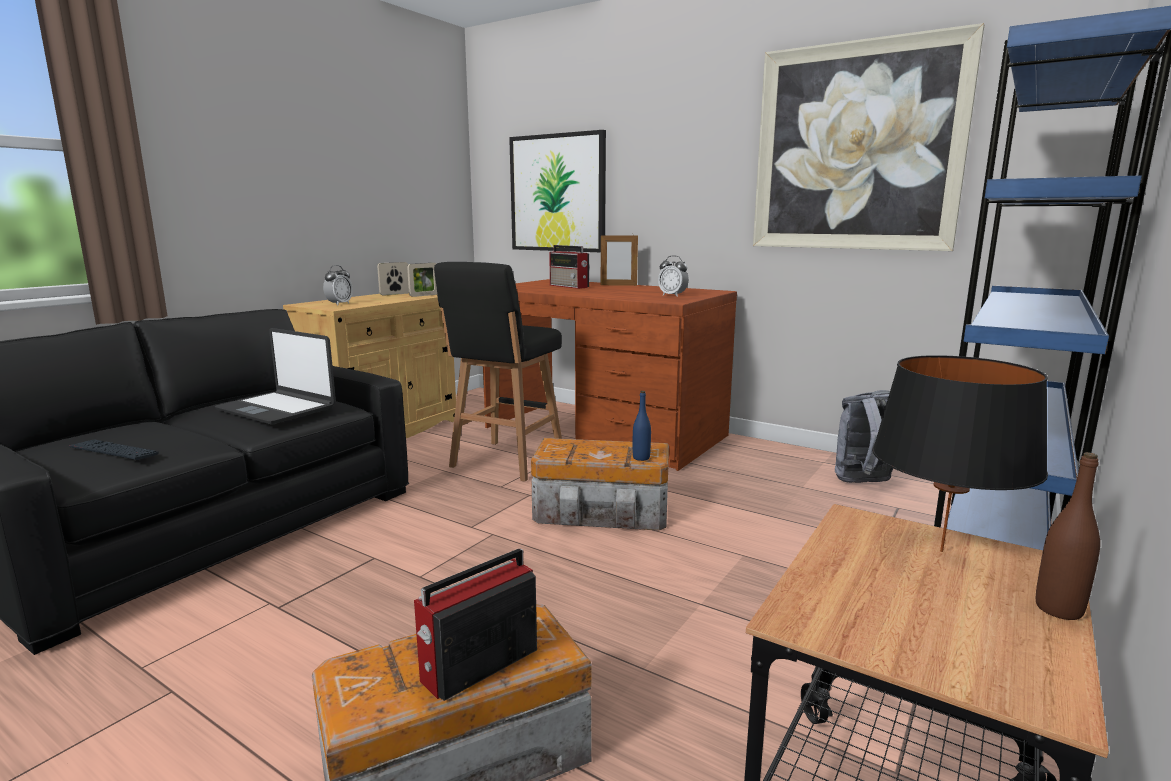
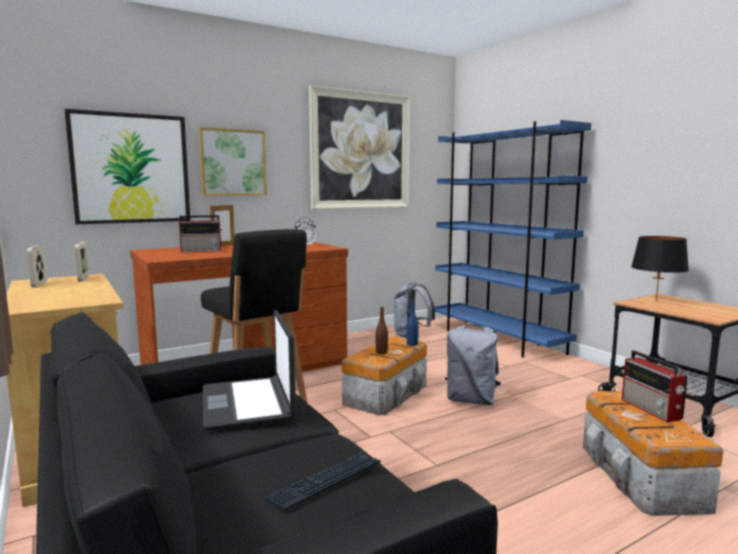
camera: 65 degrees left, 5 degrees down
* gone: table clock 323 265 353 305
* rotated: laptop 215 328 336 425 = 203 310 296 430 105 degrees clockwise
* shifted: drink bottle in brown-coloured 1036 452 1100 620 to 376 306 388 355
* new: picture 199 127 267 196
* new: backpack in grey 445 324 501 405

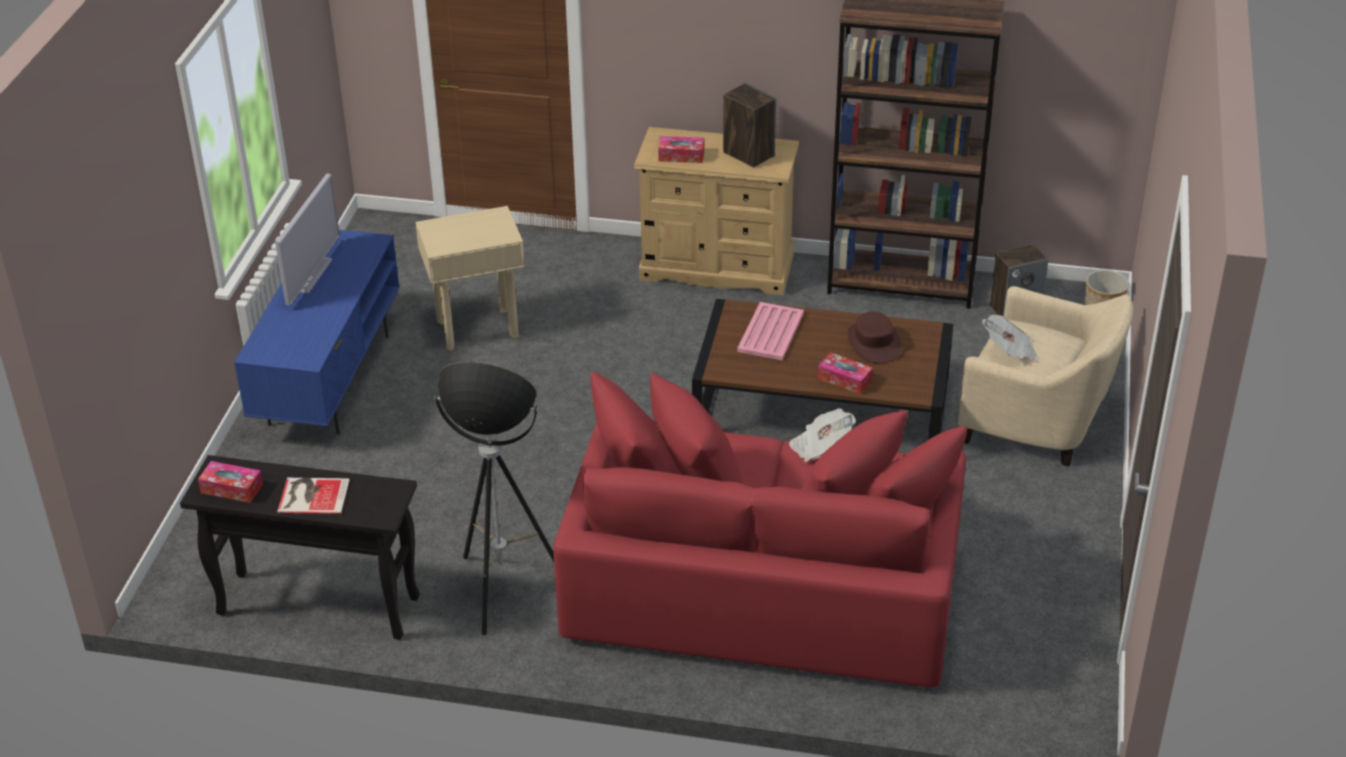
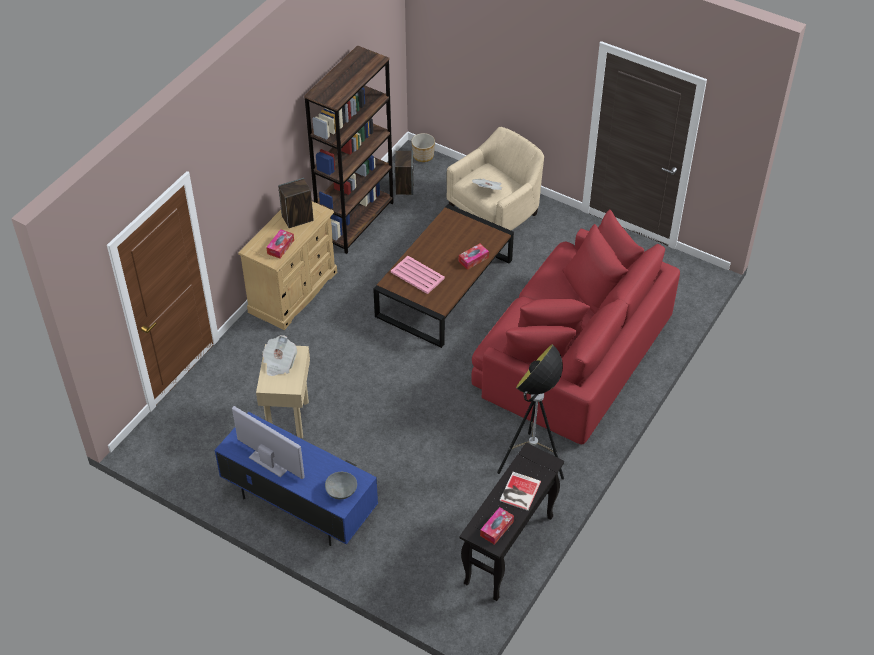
camera: 70 degrees left, 10 degrees up
* gone: clothing hat in brown-coloured 848 311 901 364
* shifted: daily paper 789 409 856 462 to 262 335 297 376
* new: deep dish in grey 325 472 357 499

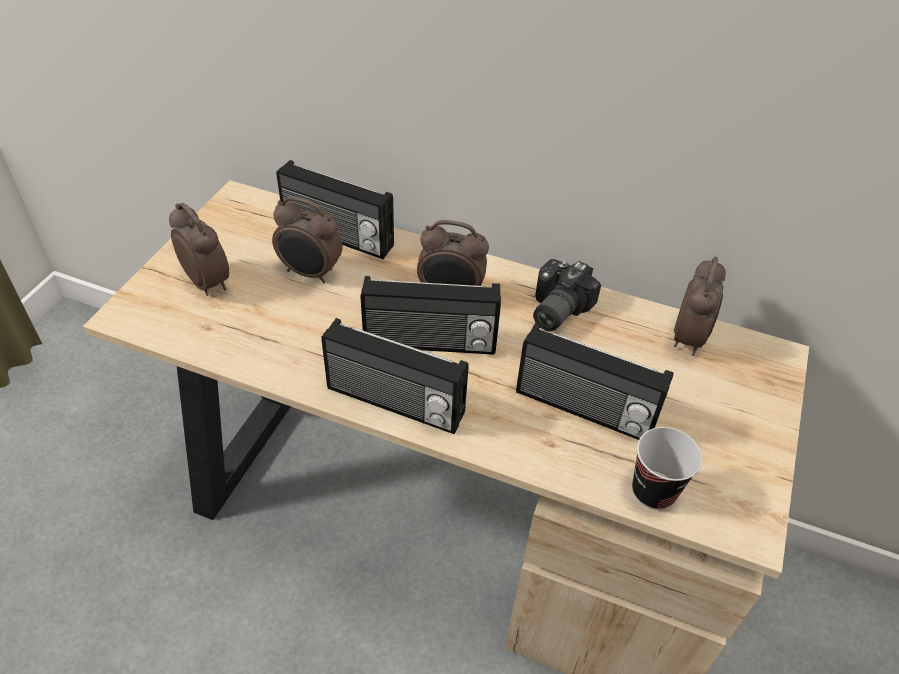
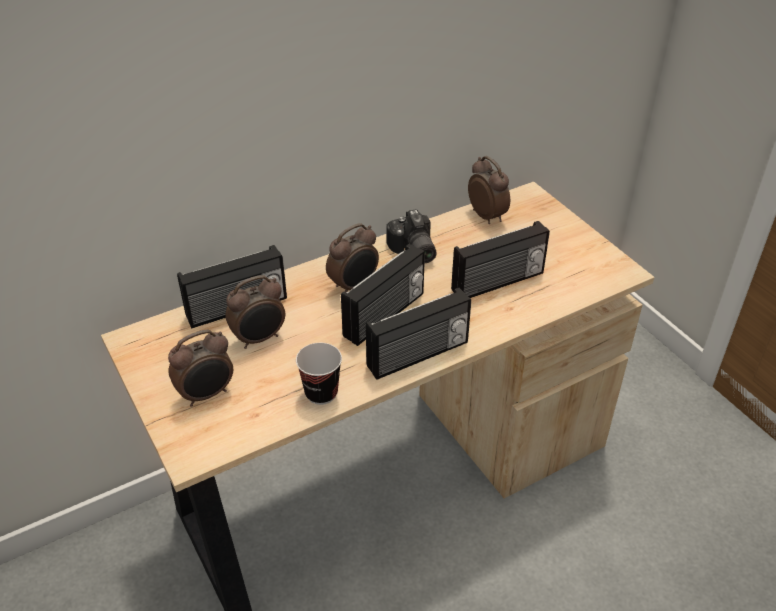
camera: 50 degrees left, 5 degrees down
* rotated: table clock 169 203 229 296 = 168 329 233 407 150 degrees clockwise
* shifted: drinking cup 632 427 702 510 to 296 343 342 405

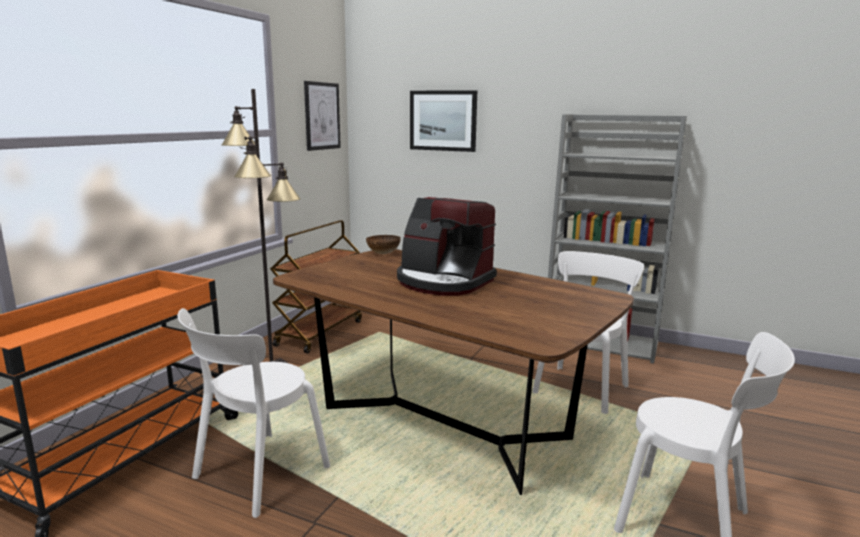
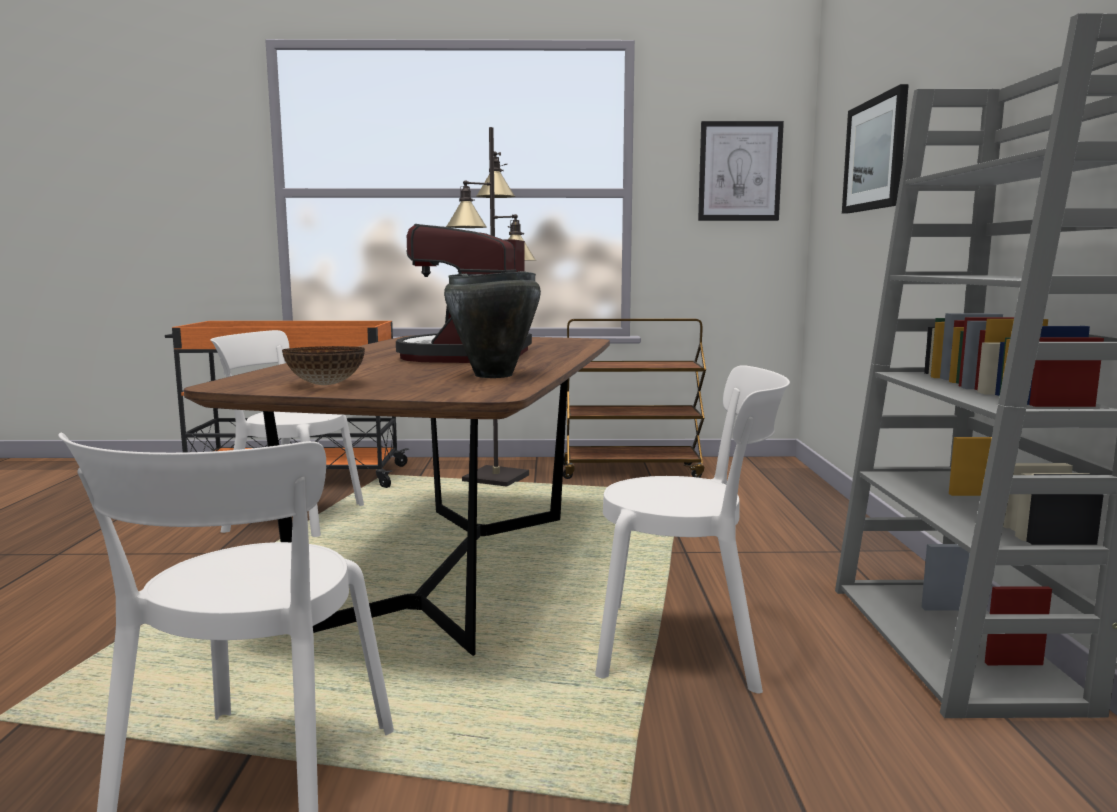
camera: 65 degrees right, 5 degrees down
* shifted: deep dish 366 235 401 254 to 282 346 365 385
* new: cooking pot in black-coloured 444 271 541 378

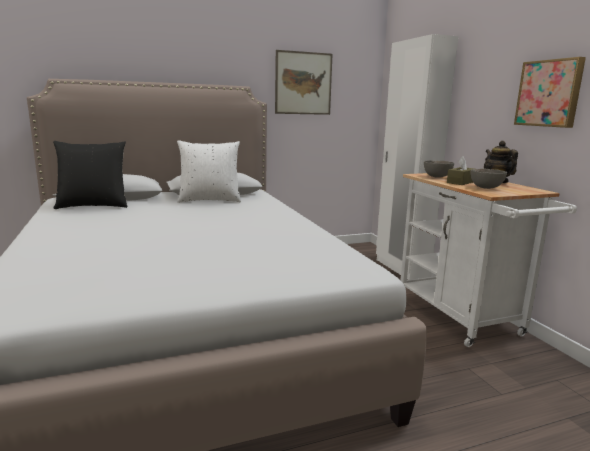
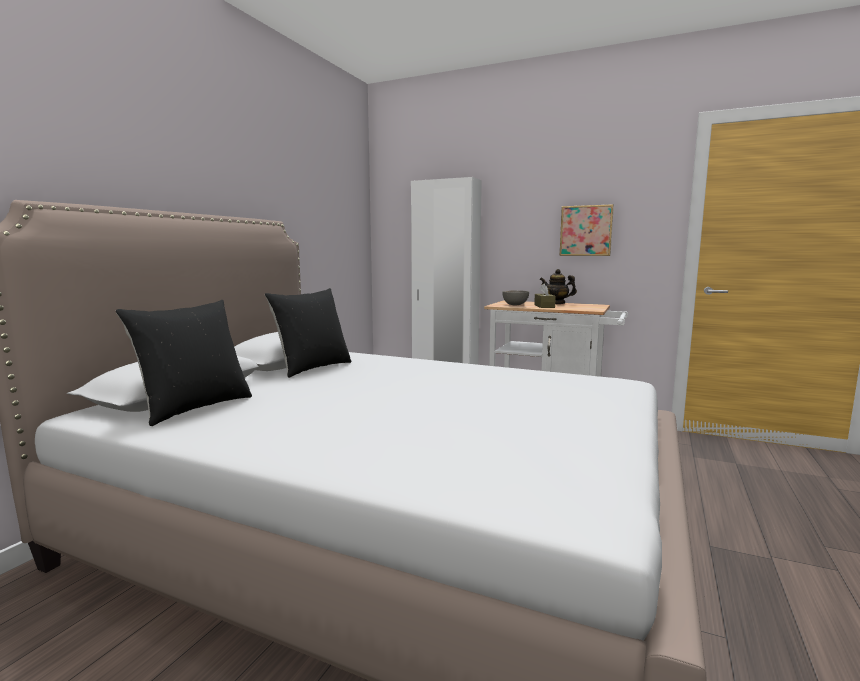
camera: 45 degrees left, 5 degrees down
* gone: picture 275 50 333 115
* repainted: cushion in whitish 177 140 241 203 to cushion in black-coloured 265 288 351 378
* gone: deep dish in grey 470 169 507 189

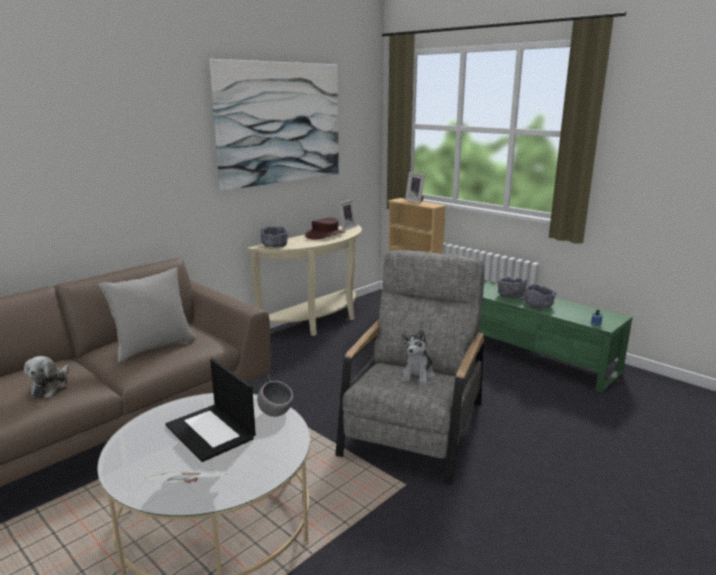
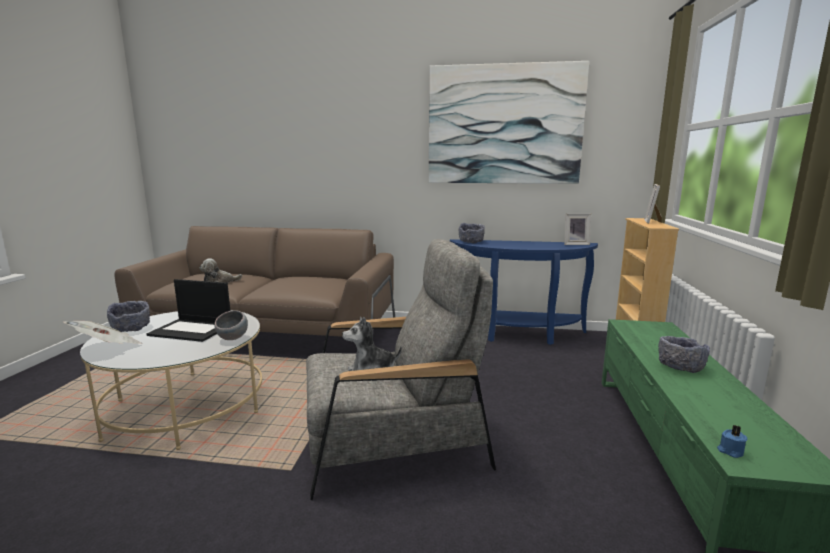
camera: 55 degrees right, 5 degrees down
* gone: clothing hat in brown-coloured 305 218 345 240
* repainted: narrow table in sand-coloured 247 225 362 336 to narrow table in blue 450 239 598 345
* gone: cushion in grey 99 268 196 363
* shifted: deep dish in grey 523 284 556 309 to 107 301 150 332
* rotated: laptop 165 358 256 462 = 146 279 230 342 90 degrees counterclockwise

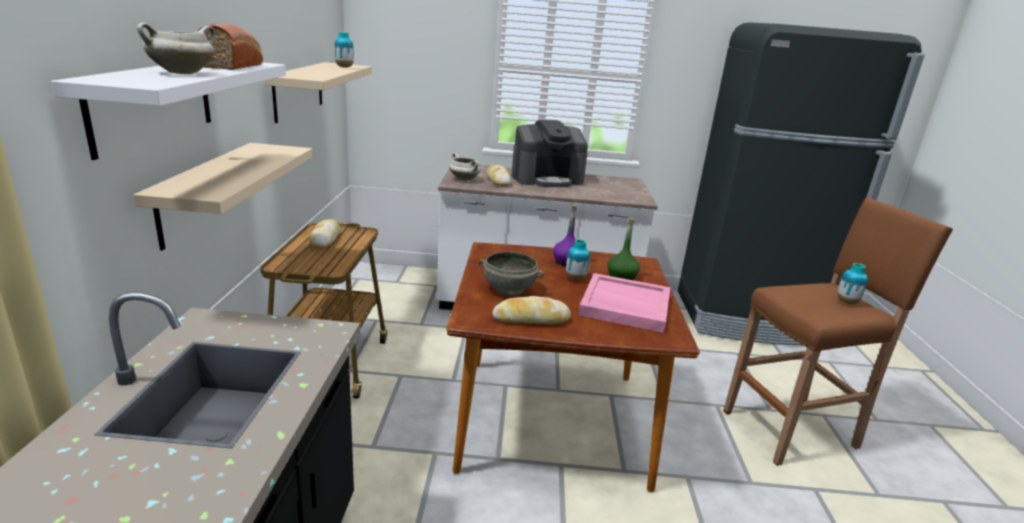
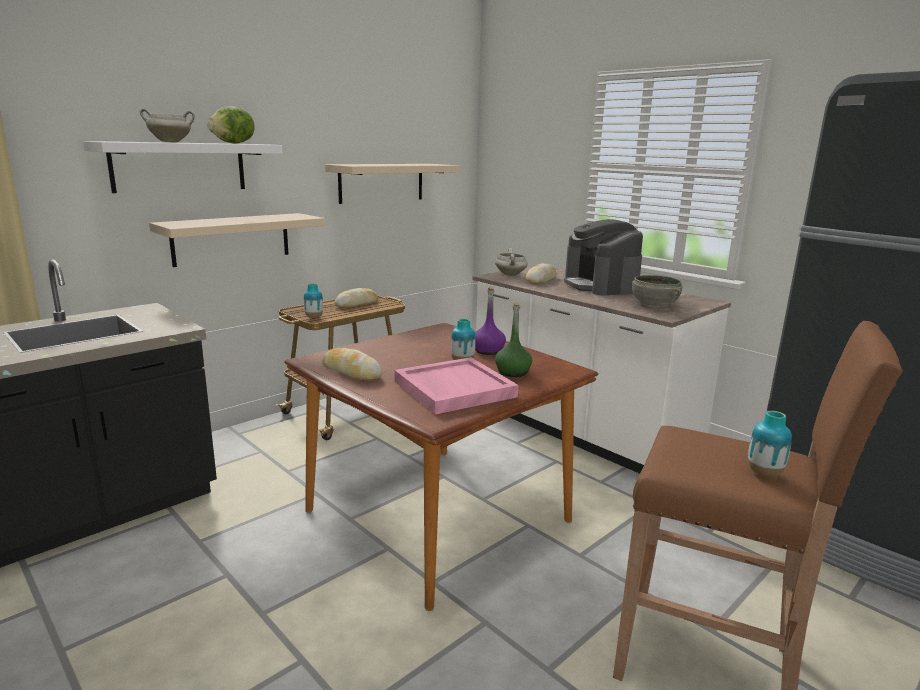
camera: 45 degrees right, 5 degrees down
* swapped: baked bread 198 23 263 70 to lettuce 207 106 255 144
* shifted: vase 334 32 354 68 to 304 284 323 318
* rotated: coffee maker 512 119 588 187 = 564 219 643 296 45 degrees clockwise
* shifted: deep dish in grey 479 252 544 296 to 632 275 682 309

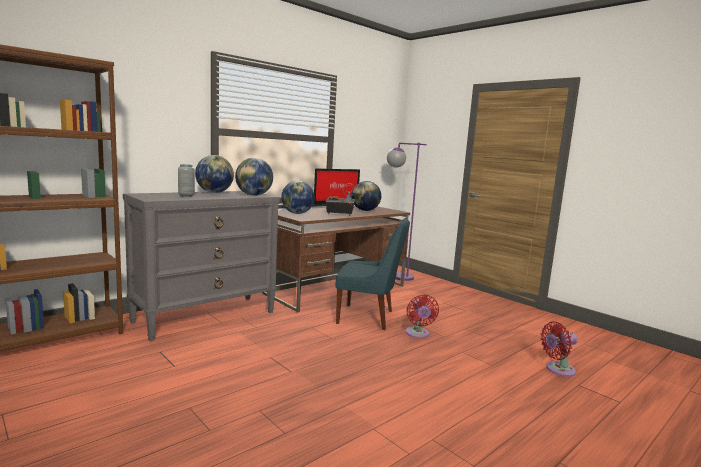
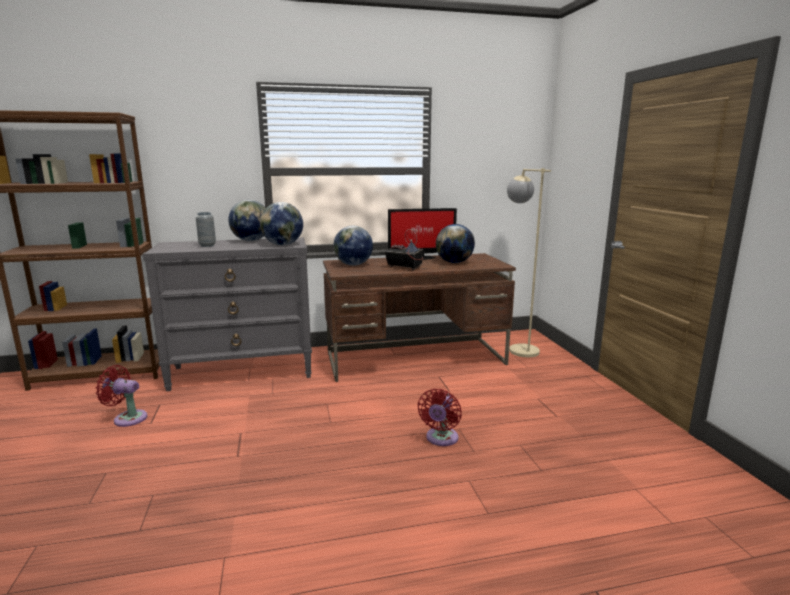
camera: 30 degrees right, 5 degrees up
* repainted: standard lamp in purplish 387 143 427 281 to standard lamp in sand-coloured 507 168 551 357
* gone: upright chair in blue 336 218 410 330
* shifted: fan in reddish 541 321 578 377 to 95 365 147 427

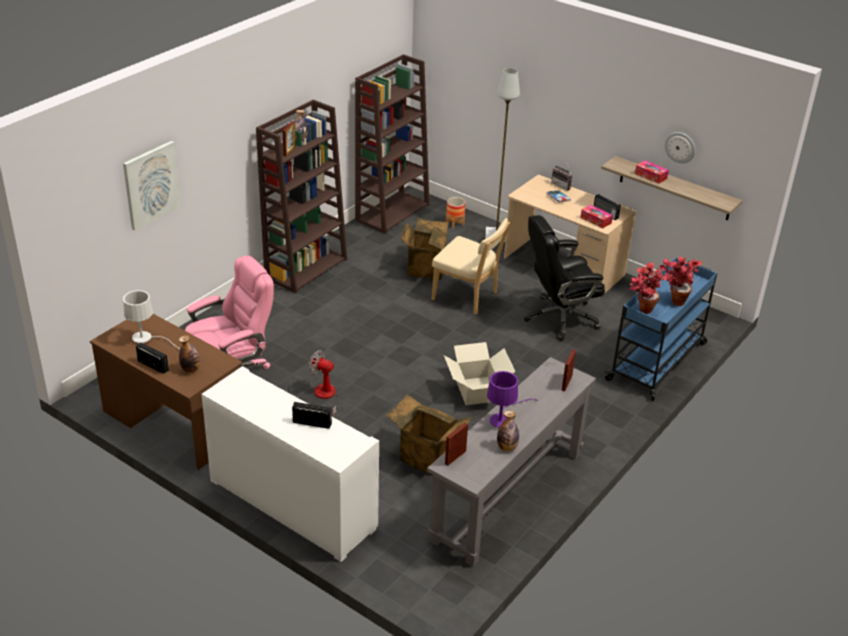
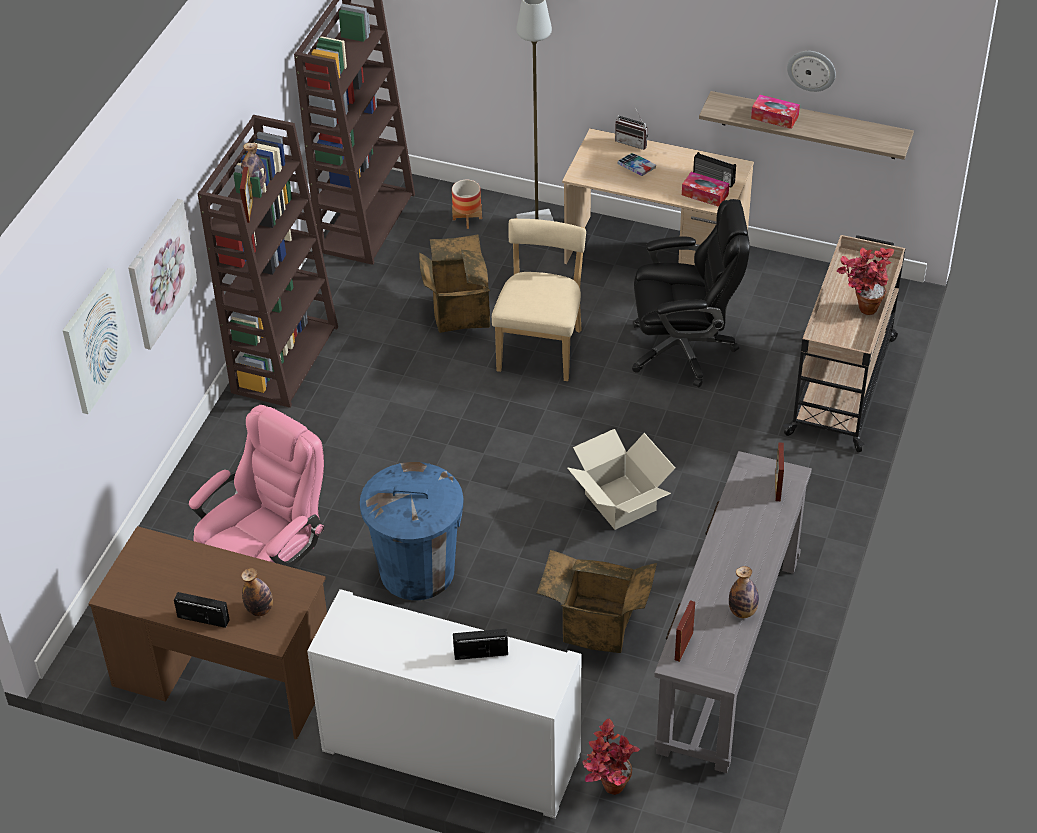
camera: 15 degrees left, 10 degrees up
* rotated: office chair in black-coloured 524 215 605 341 = 632 199 750 387 150 degrees counterclockwise
* rotated: upright chair in sand-coloured 431 218 510 315 = 492 218 586 381 90 degrees counterclockwise
* repainted: cart in blue 604 257 717 401 to cart in sand-coloured 783 235 905 452
* shifted: potted plant 629 262 667 314 to 582 719 640 795
* gone: tabletop lamp in whitish 123 290 180 350
* swapped: fan 309 350 340 415 to trash can in blue 360 462 464 600
* gone: tabletop lamp in purplish 487 371 538 428
* new: picture 128 199 197 350

